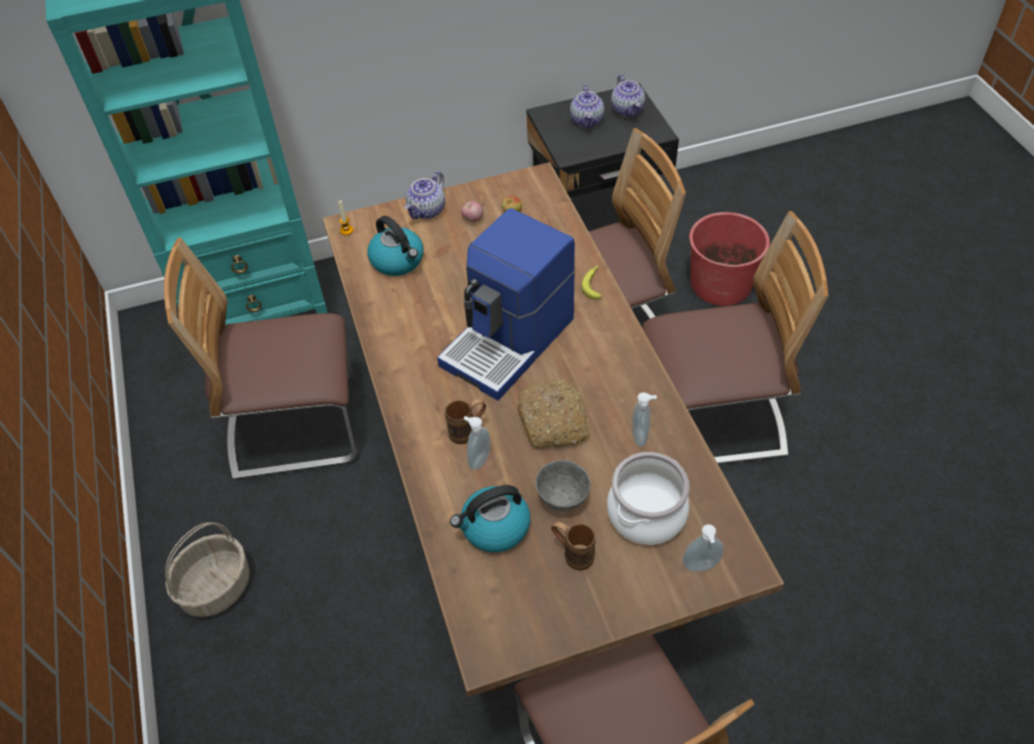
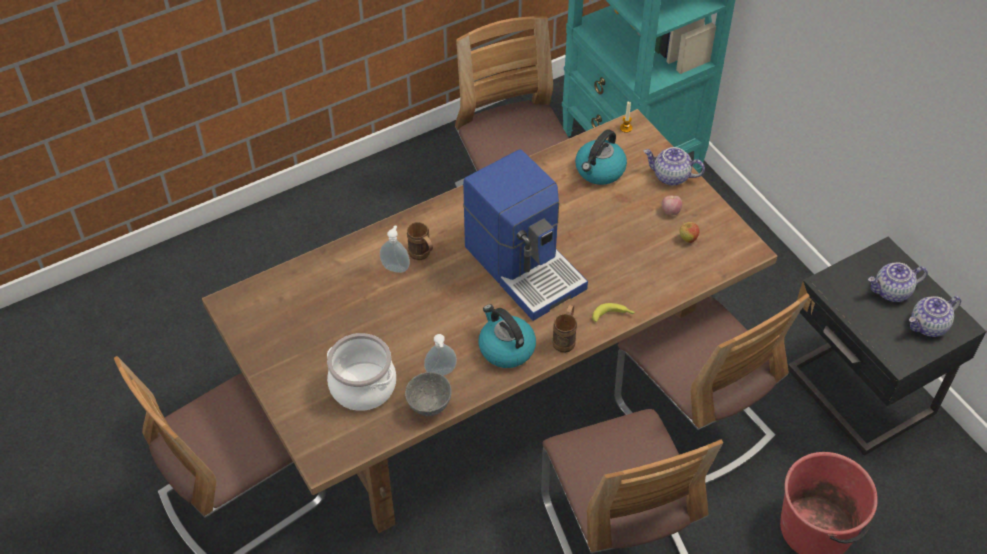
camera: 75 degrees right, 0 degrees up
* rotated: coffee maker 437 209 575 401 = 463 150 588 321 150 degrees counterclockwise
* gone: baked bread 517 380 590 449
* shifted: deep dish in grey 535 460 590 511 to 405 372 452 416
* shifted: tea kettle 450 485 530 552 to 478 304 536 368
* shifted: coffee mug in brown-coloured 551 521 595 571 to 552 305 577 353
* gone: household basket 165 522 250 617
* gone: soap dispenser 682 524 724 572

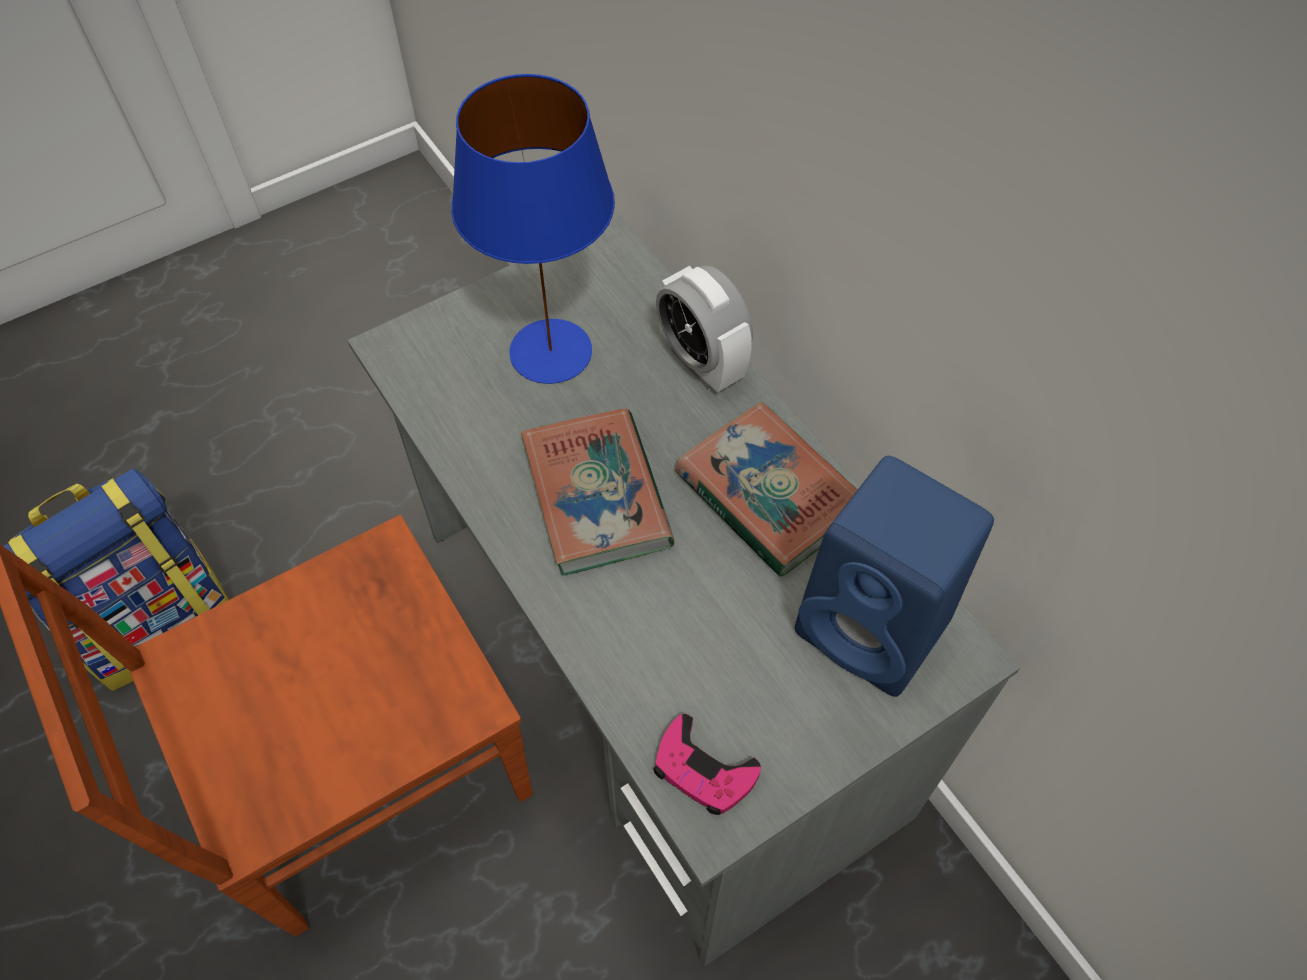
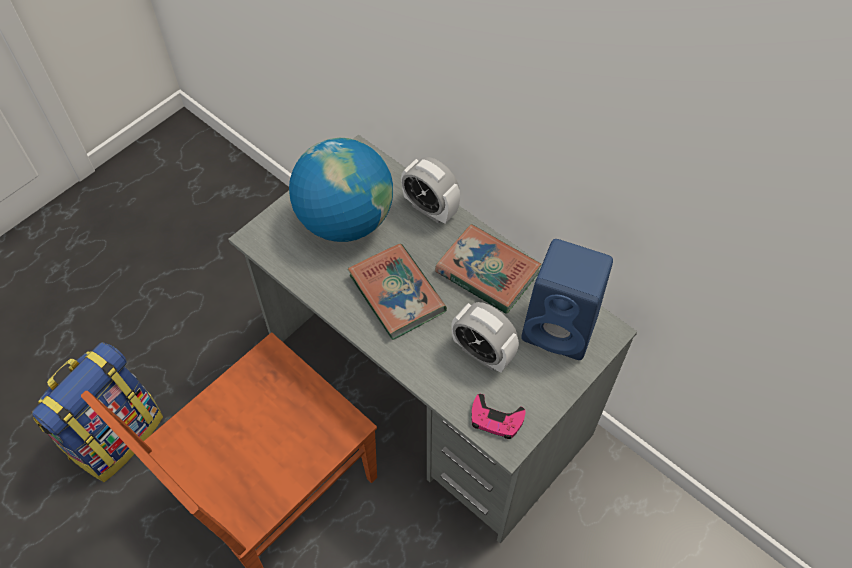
camera: 15 degrees left, 0 degrees up
* swapped: tabletop lamp in blue 451 74 615 384 to world globe 289 138 393 242
* new: table clock 452 302 519 373

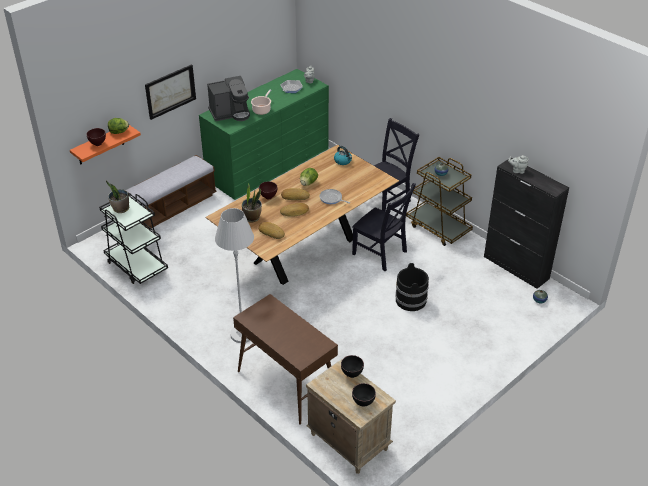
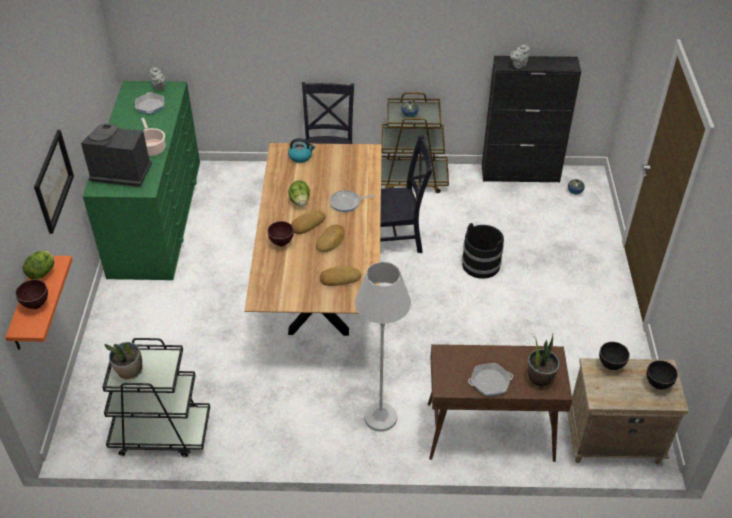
camera: 45 degrees left, 5 degrees up
* rotated: coffee maker 207 76 250 121 = 81 124 152 187 105 degrees counterclockwise
* gone: indoor bench 126 155 217 229
* shifted: potted plant 242 183 262 222 to 527 334 560 388
* new: skillet 468 363 513 396

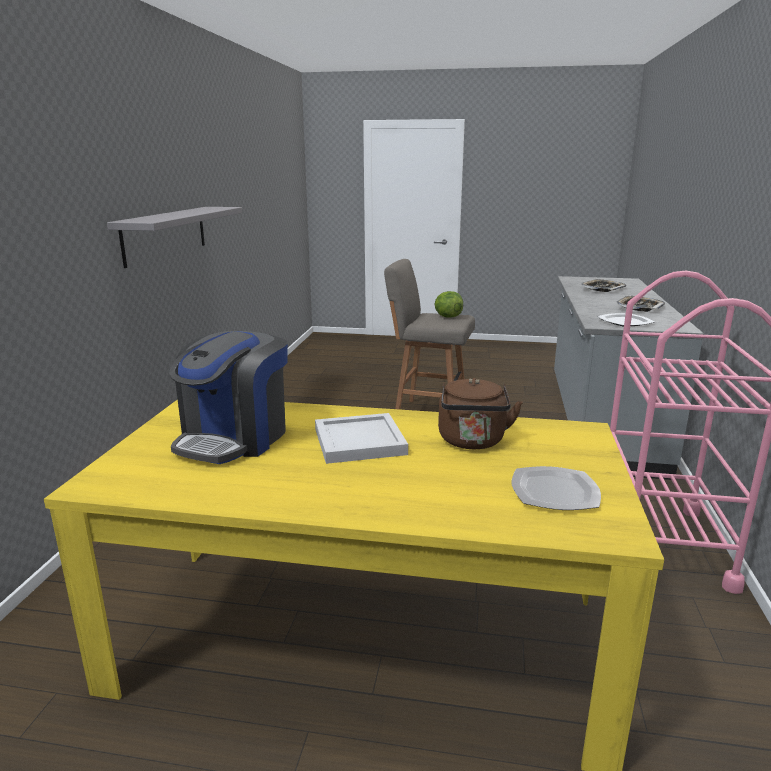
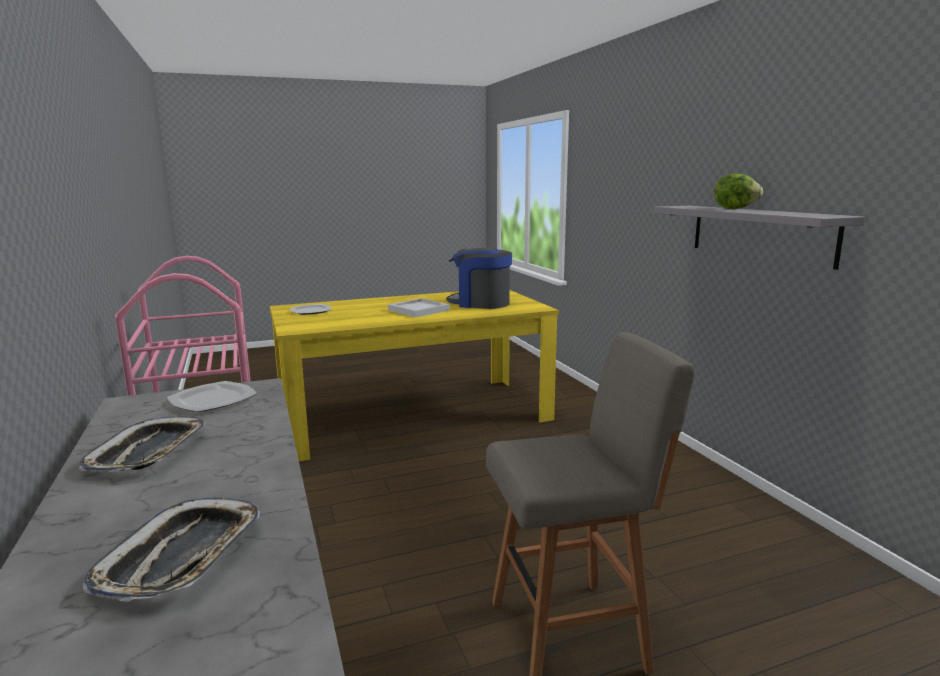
camera: 150 degrees right, 5 degrees down
* shifted: lettuce 435 291 463 318 to 714 173 763 209
* rotated: coffee maker 169 331 288 464 = 446 248 512 309 60 degrees counterclockwise
* gone: tea kettle in brown-coloured 438 378 523 449

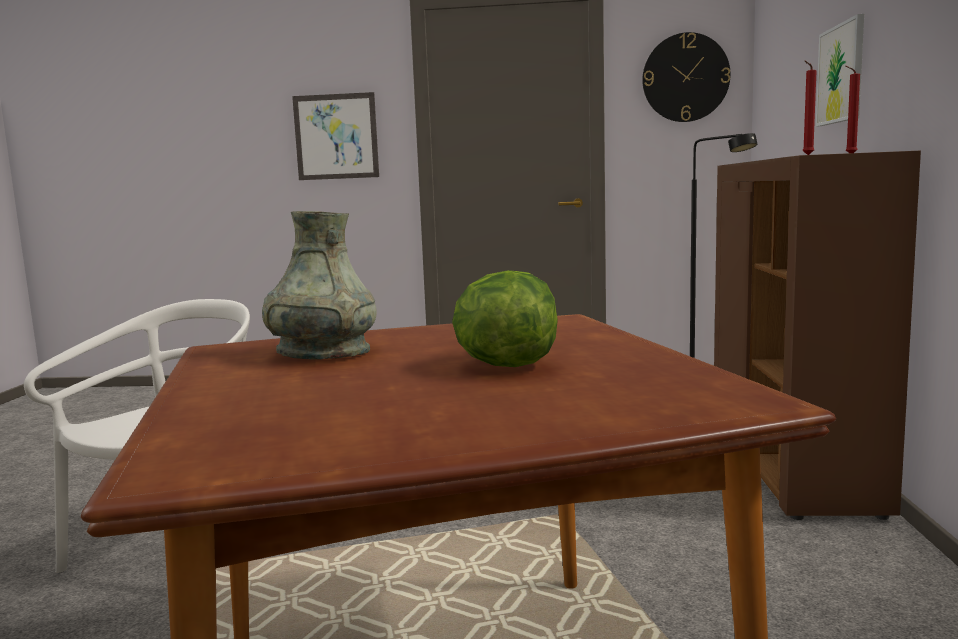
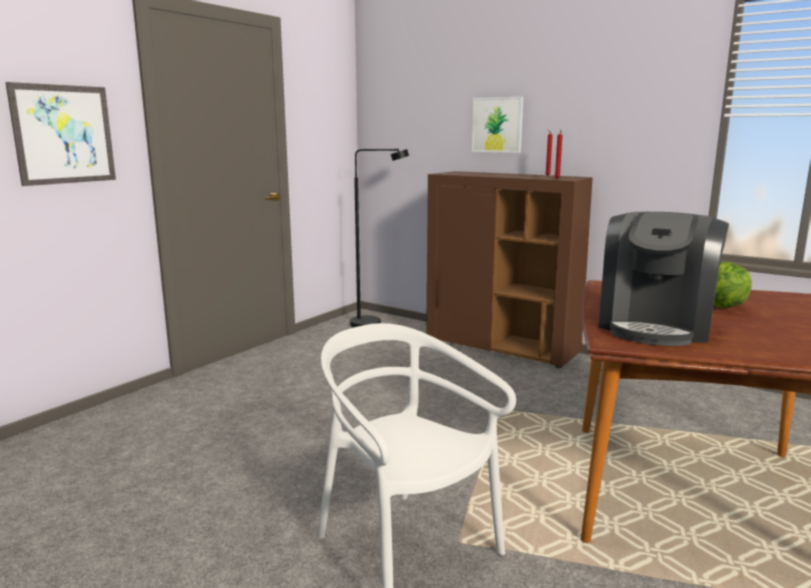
camera: 60 degrees left, 5 degrees up
* gone: clock on the wall 642 32 730 122
* swapped: vase in grey 262 211 377 360 to coffee maker 599 212 729 346

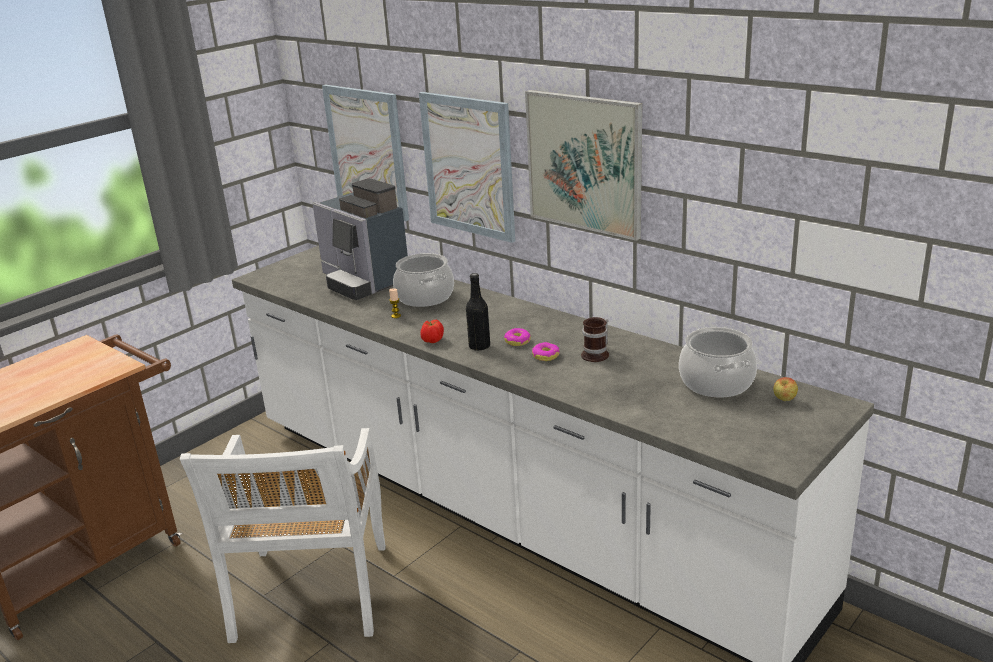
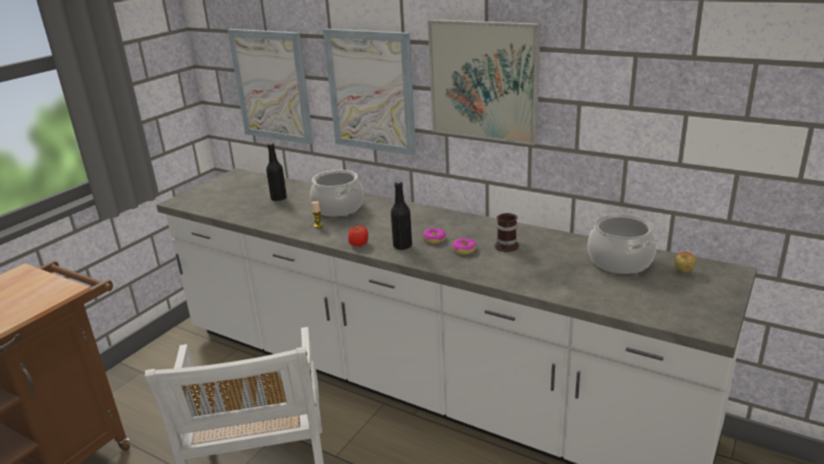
camera: 10 degrees left, 0 degrees up
* swapped: coffee maker 313 178 408 300 to drink bottle in black-coloured 266 143 287 201

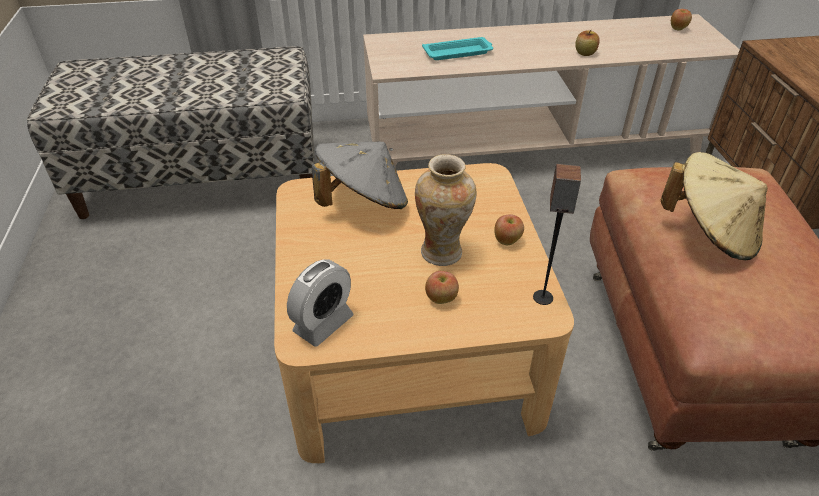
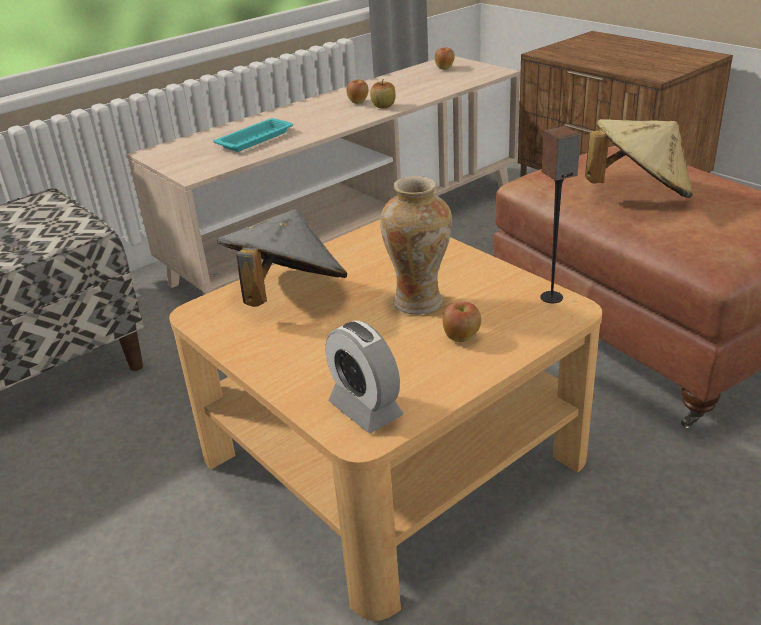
camera: 30 degrees left, 10 degrees down
* shifted: apple 494 214 524 245 to 347 80 368 104
* rotated: table clock 287 259 353 347 = 325 320 403 433 135 degrees clockwise

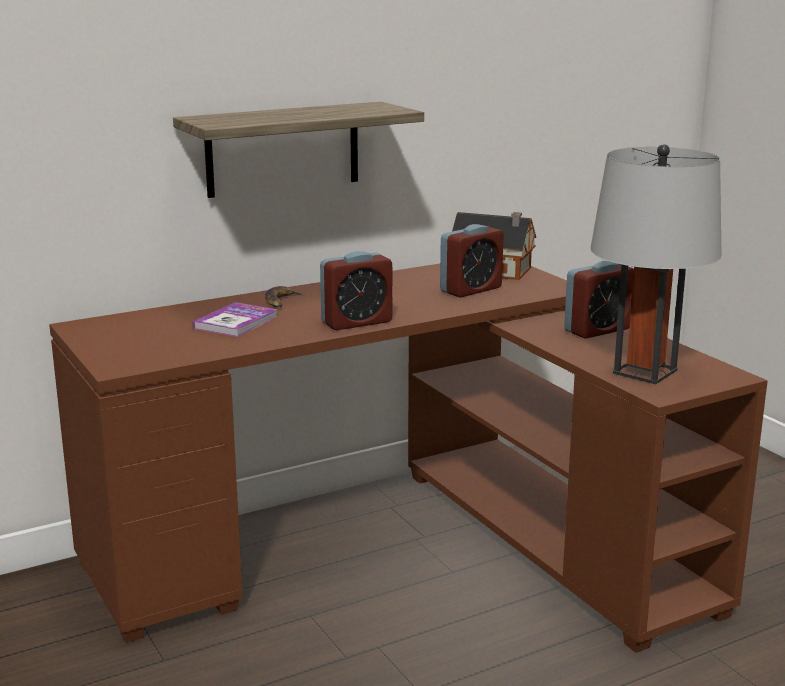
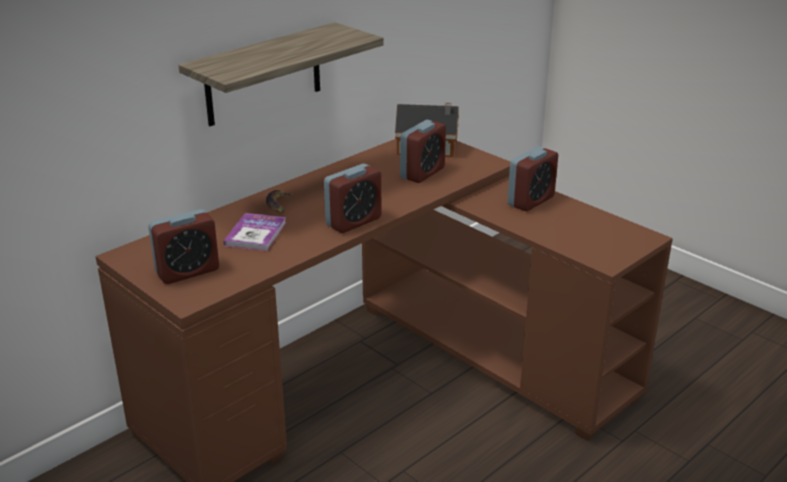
camera: 15 degrees left, 10 degrees up
* gone: tabletop lamp in grey 590 144 722 384
* new: table clock 148 209 219 284

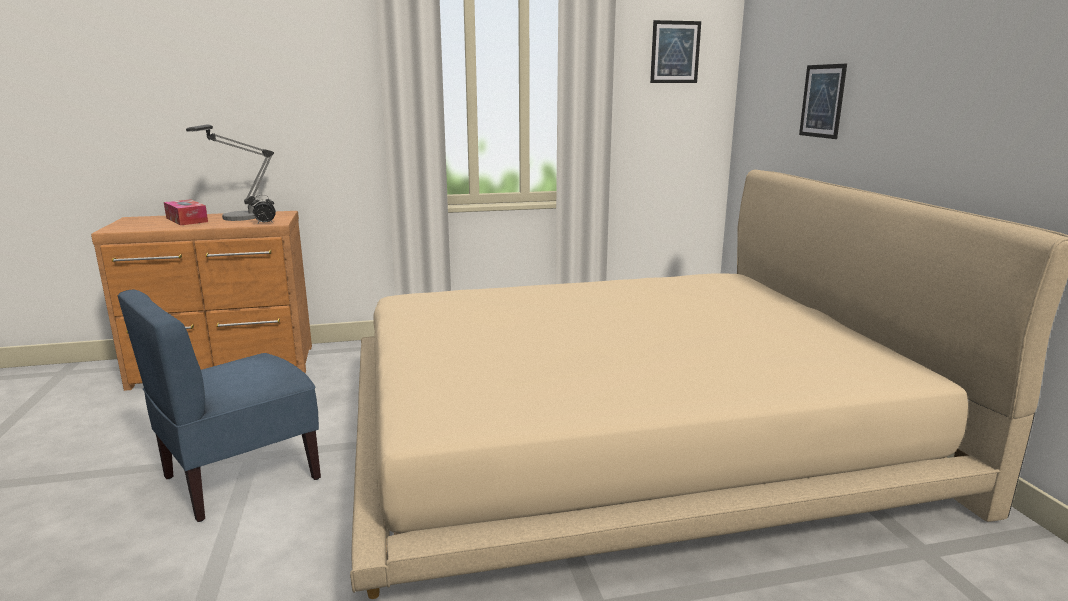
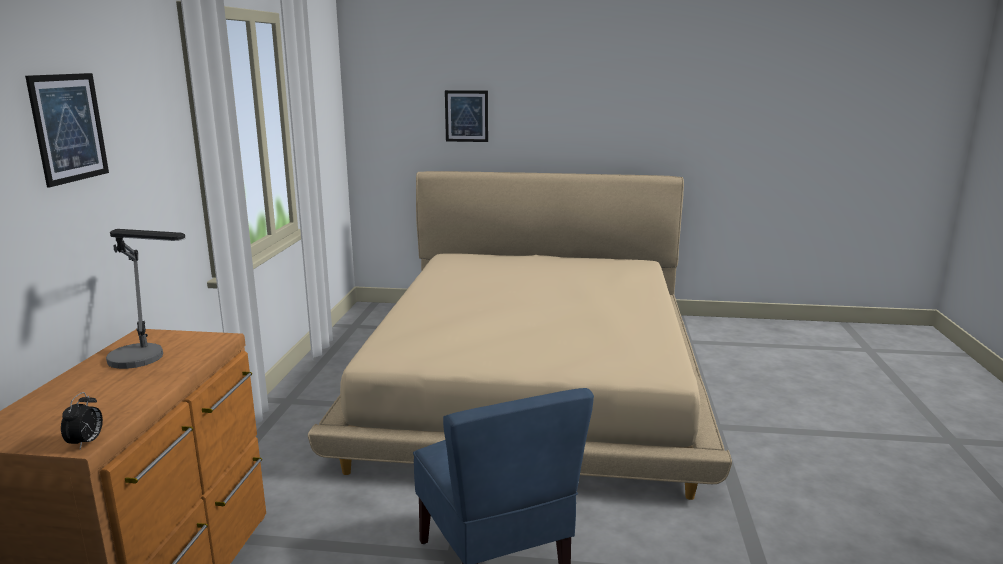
camera: 70 degrees left, 0 degrees up
* shifted: picture 650 20 701 83 to 25 73 109 187
* shifted: table clock 251 195 276 223 to 61 392 103 449
* gone: tissue holder 164 199 208 226

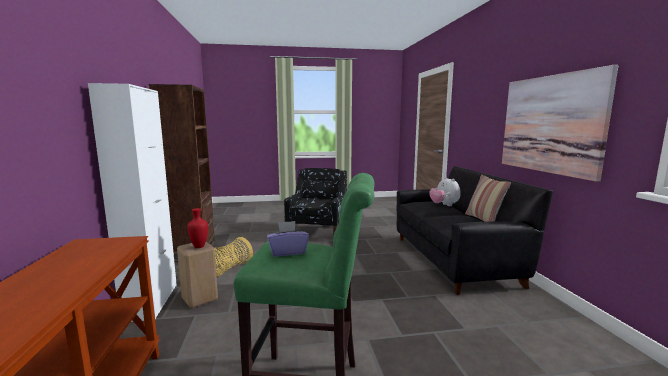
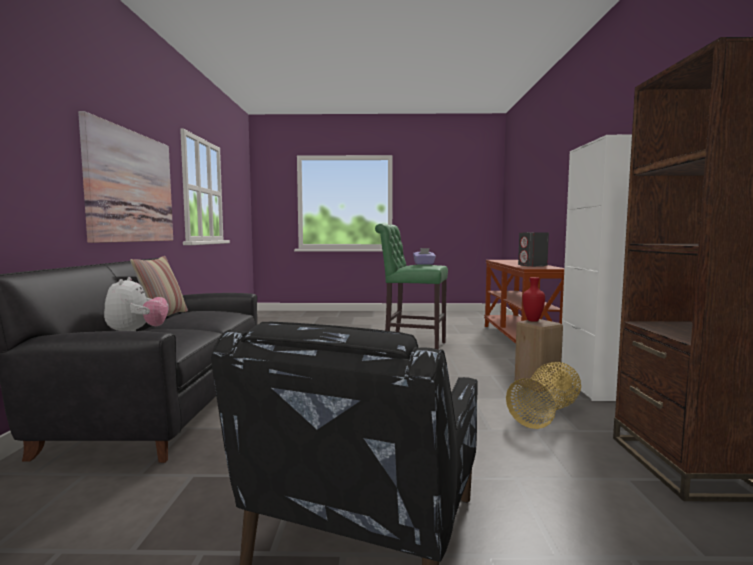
camera: 170 degrees left, 5 degrees down
* new: audio speaker in grey 518 232 549 267

